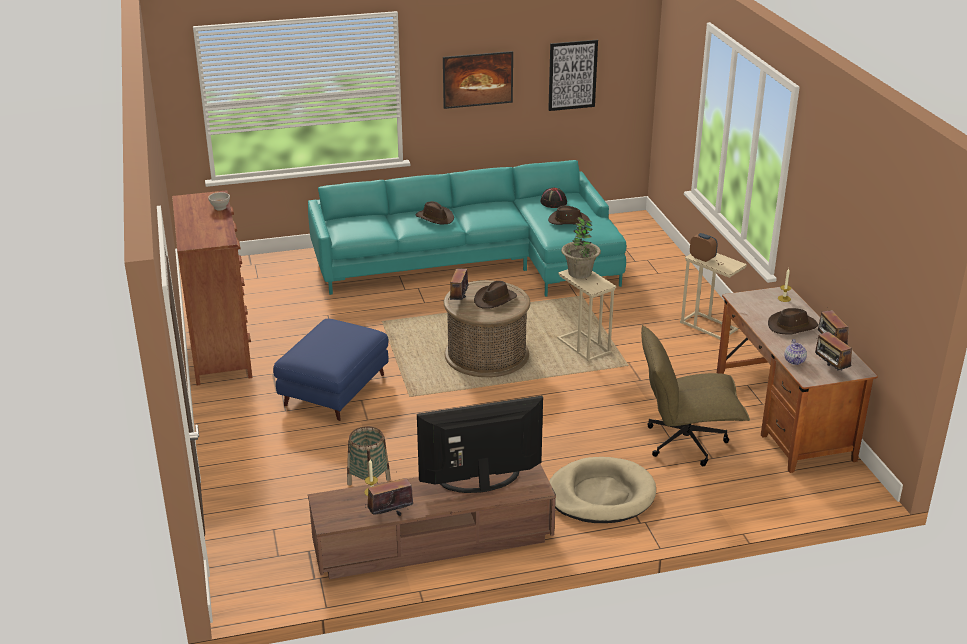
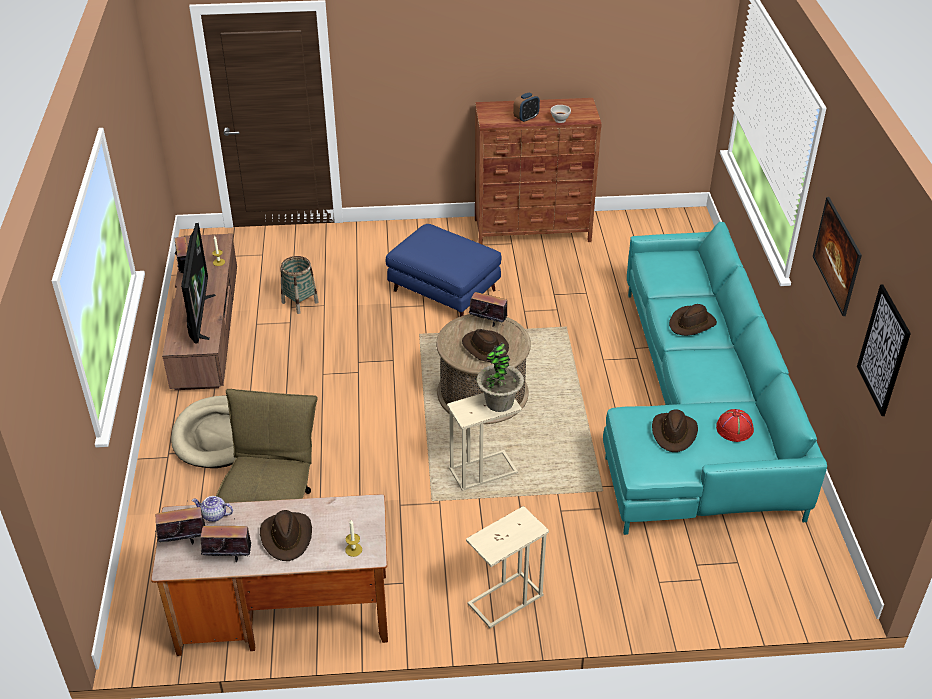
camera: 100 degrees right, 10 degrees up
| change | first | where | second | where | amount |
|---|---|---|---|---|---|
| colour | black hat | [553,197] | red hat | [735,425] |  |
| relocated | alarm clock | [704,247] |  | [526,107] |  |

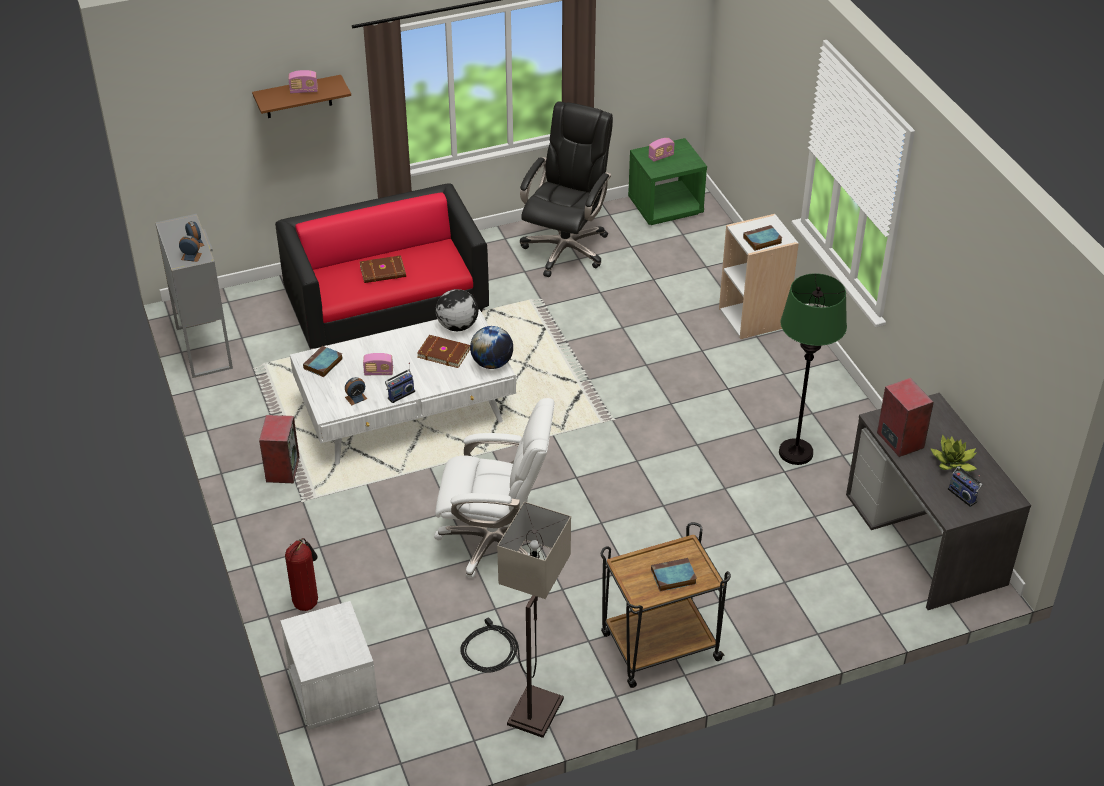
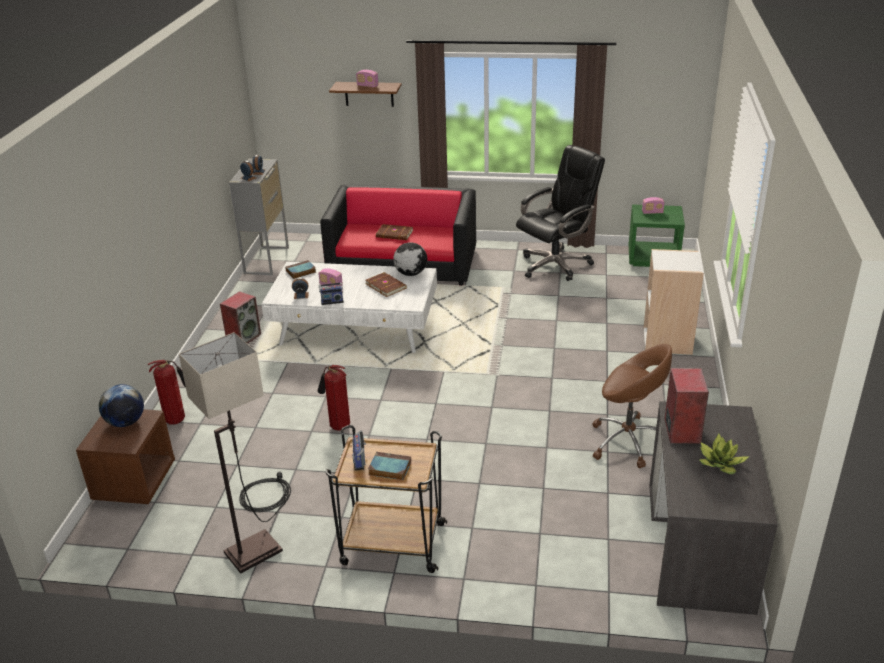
camera: 30 degrees right, 10 degrees down
| change | first | where | second | where | amount |
|---|---|---|---|---|---|
| missing | book | [762,238] |  |  |  |
| exchanged | green floor lamp | [813,369] | brown office chair | [632,406] |  |
| relocated | globe | [491,347] |  | [121,405] |  |
| exchanged | white office chair | [494,488] | fire extinguisher | [334,398] |  |
| relocated | radio | [965,486] |  | [359,450] |  |
| colour | white nightstand | [329,665] | brown nightstand | [125,456] |  |

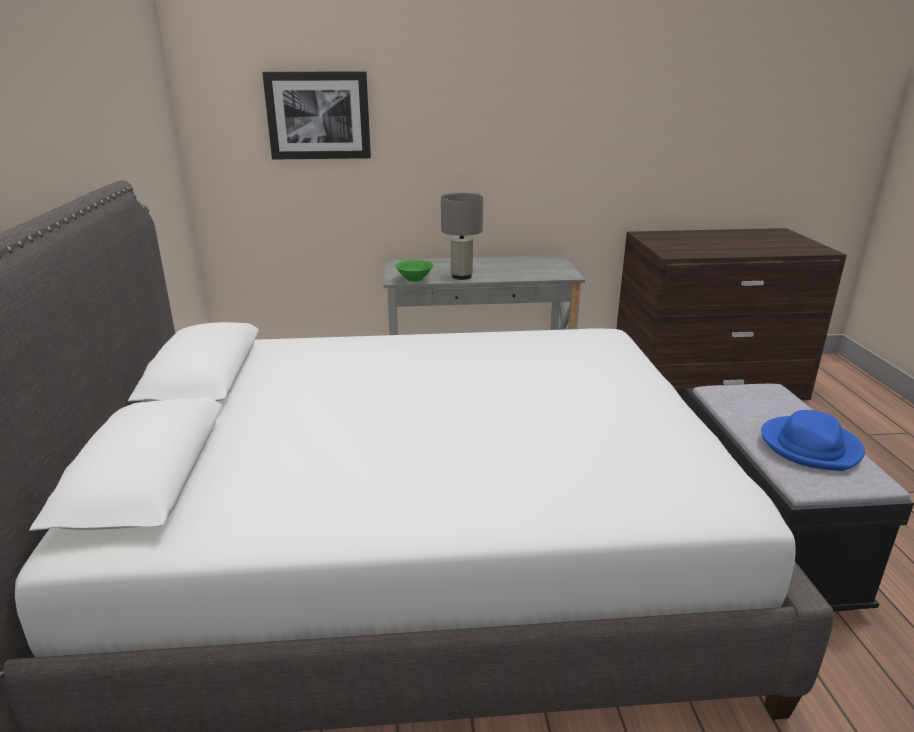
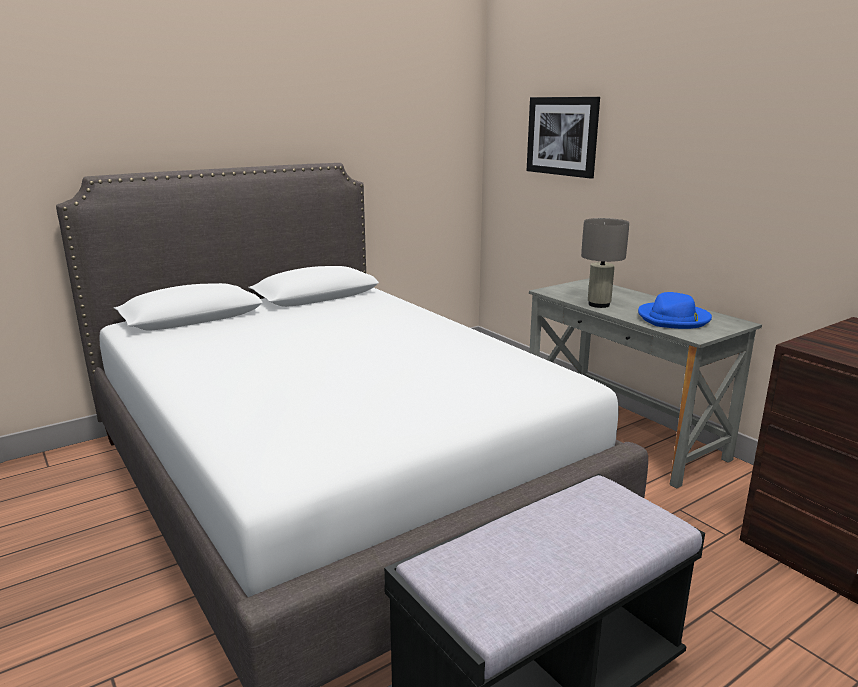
camera: 60 degrees right, 5 degrees down
| change | first | where | second | where | amount |
|---|---|---|---|---|---|
| missing | green bowl | [414,271] |  |  |  |
| relocated | blue hat | [813,440] |  | [675,310] |  |

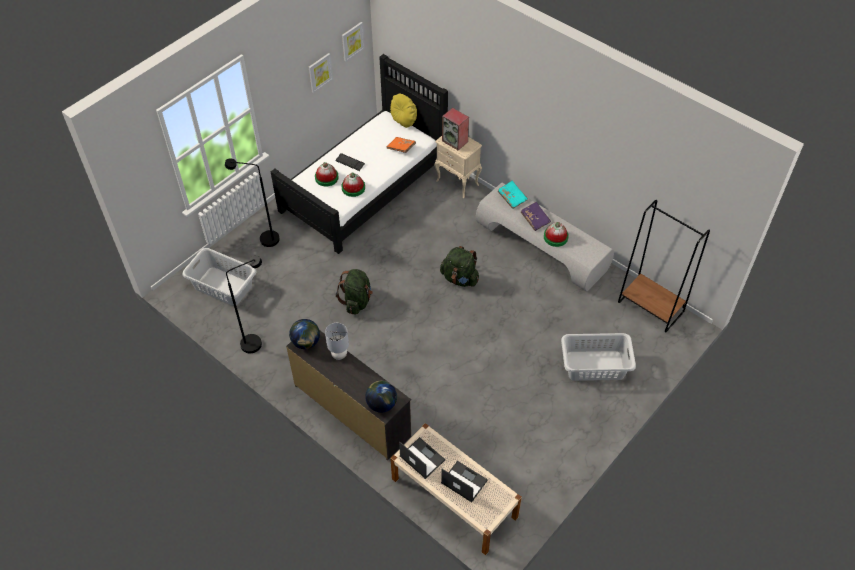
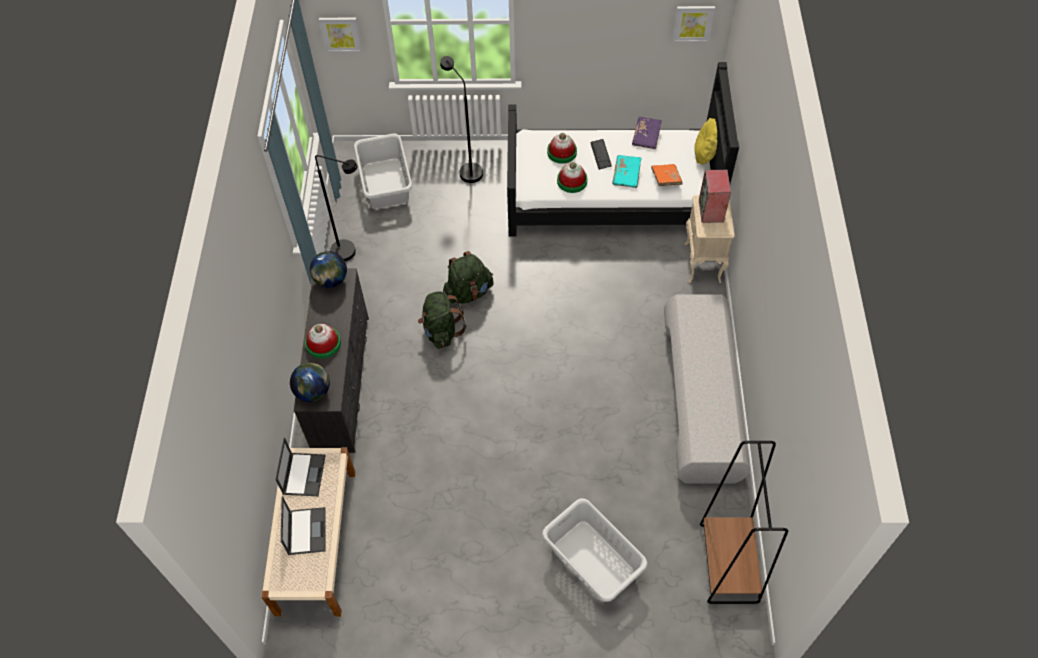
camera: 50 degrees right, 5 degrees up
| change | first | where | second | where | amount |
|---|---|---|---|---|---|
| relocated | picture | [321,73] |  | [340,35] |  |
| relocated | turquoise book | [512,195] |  | [626,171] |  |
| relocated | purple book | [536,216] |  | [647,133] |  |
| relocated | hat | [556,234] |  | [323,341] |  |
| relocated | green backpack | [459,266] |  | [442,320] |  |
| missing | grey table lamp | [337,341] |  |  |  |

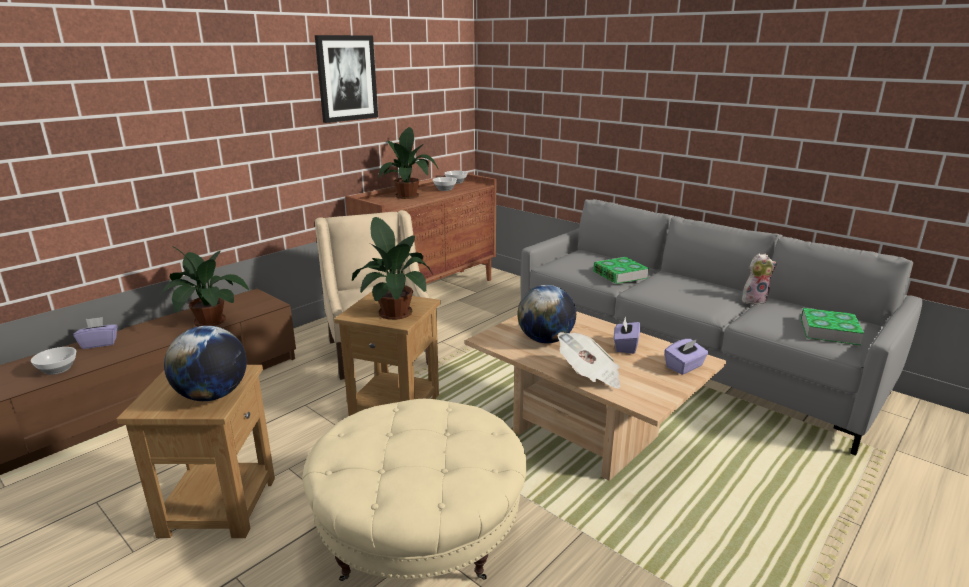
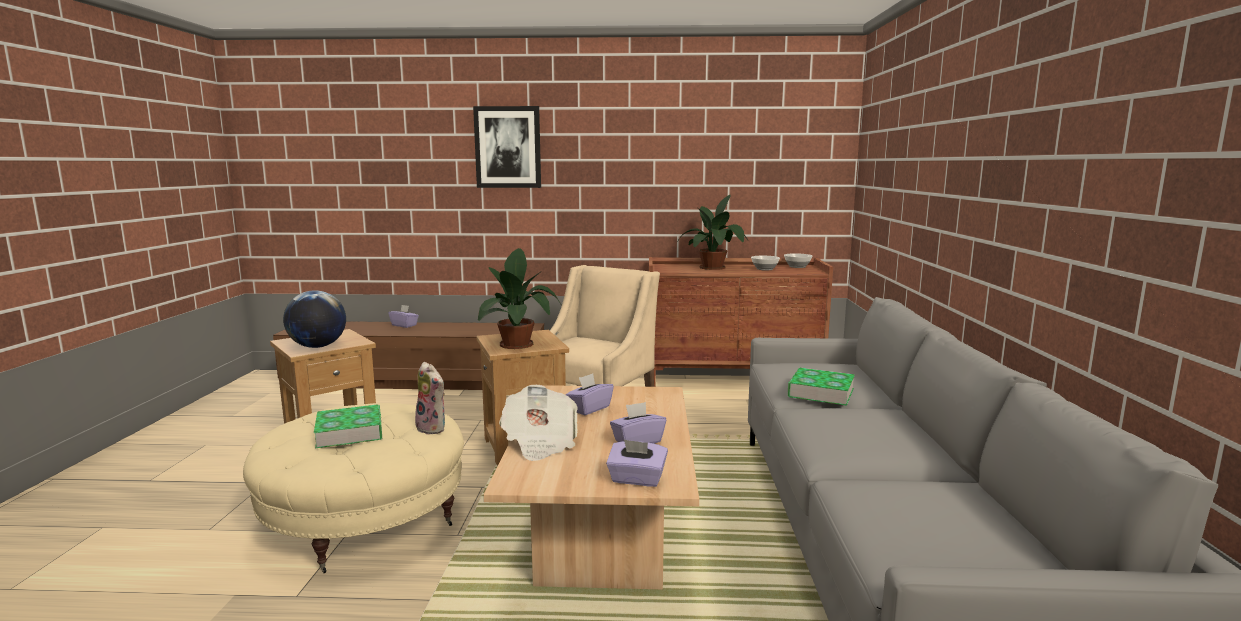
camera: 50 degrees right, 10 degrees down
| change | first | where | second | where | amount |
|---|---|---|---|---|---|
| relocated | picture | [346,79] |  | [507,147] |  |
| missing | potted plant | [203,286] |  |  |  |
| relocated | plush toy | [759,279] |  | [430,398] |  |
| exchanged | globe | [547,314] | purple tissue box | [589,394] |  |
| relocated | book | [832,326] |  | [348,426] |  |
| missing | bowl | [53,361] |  |  |  |

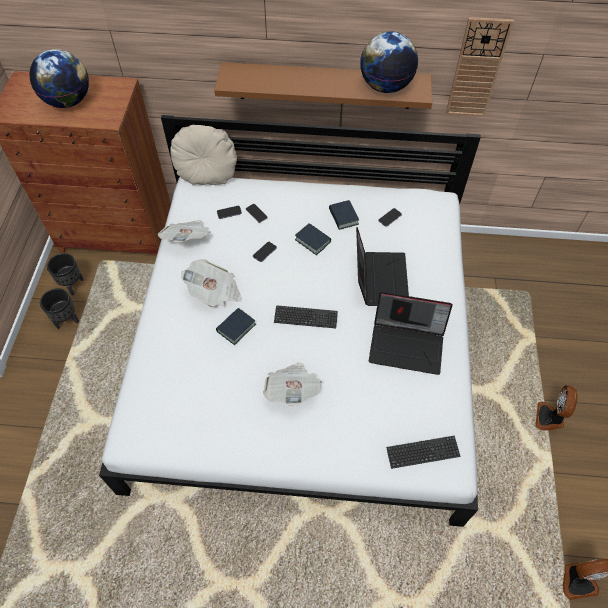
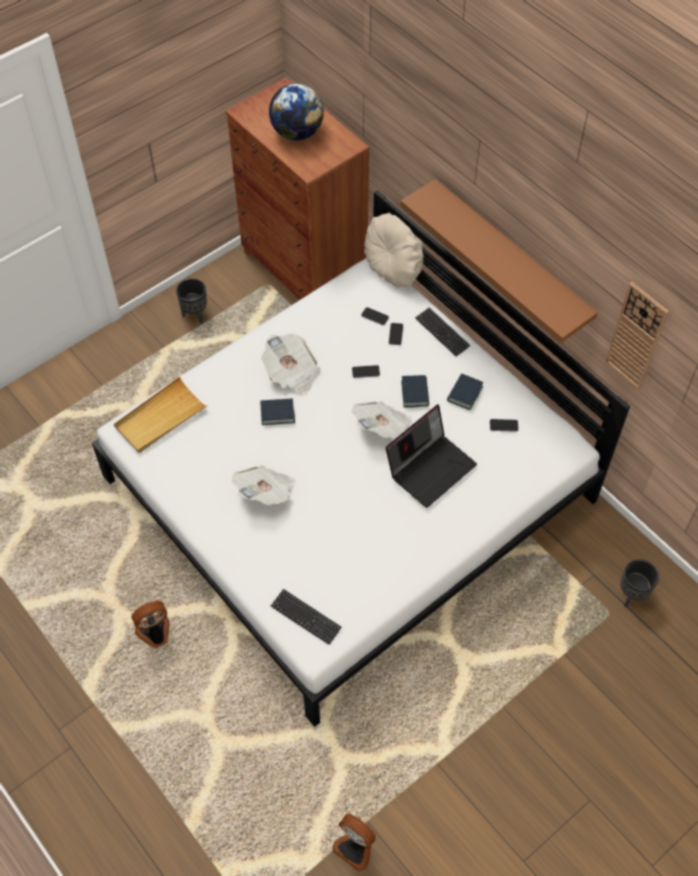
camera: 45 degrees right, 0 degrees up
| change | first | where | second | where | amount |
|---|---|---|---|---|---|
| missing | globe | [389,62] |  |  |  |
| relocated | newspaper | [184,231] |  | [382,419] |  |
| relocated | black planter | [65,274] |  | [639,583] |  |
| missing | laptop | [411,333] |  |  |  |
| relocated | keyboard | [306,316] |  | [442,332] |  |
| relocated | fan | [556,408] |  | [150,625] |  |
| appeared |  |  | beige tray | [161,415] |  |

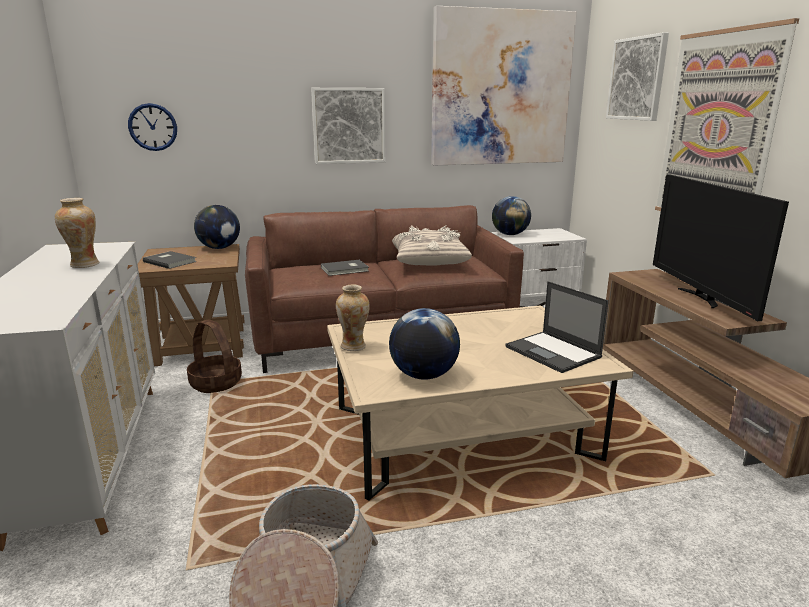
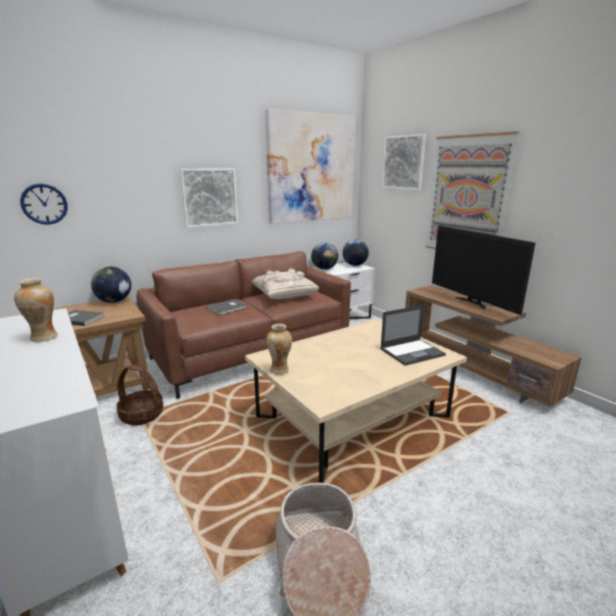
camera: 20 degrees left, 0 degrees up
| change | first | where | second | where | amount |
|---|---|---|---|---|---|
| spun | laptop | [557,327] |  | [413,335] | 60 degrees counterclockwise |
| relocated | globe | [424,344] |  | [356,253] |  |

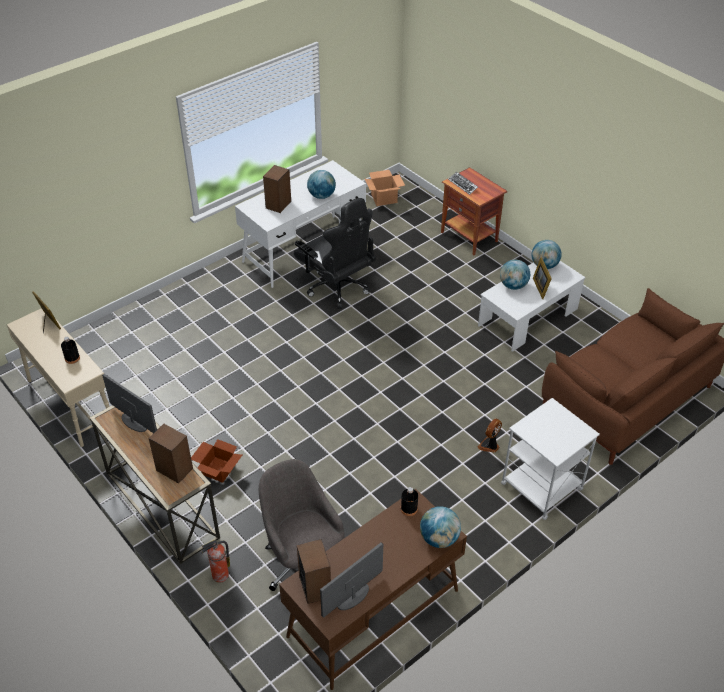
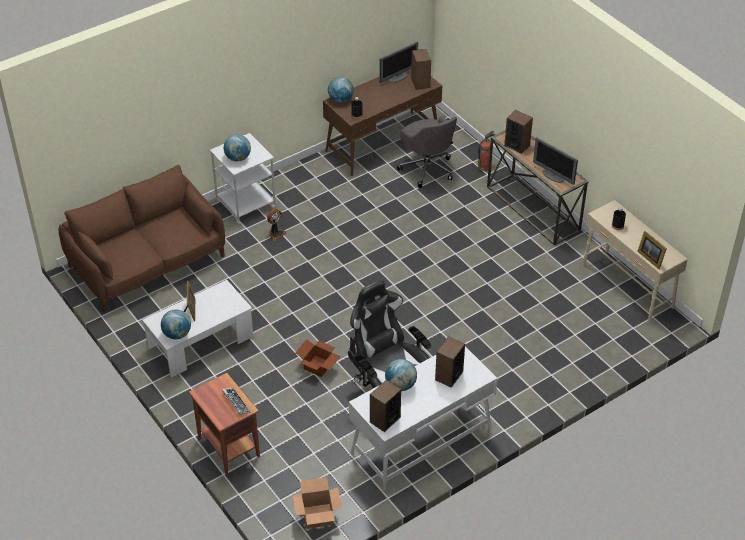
camera: 175 degrees left, 0 degrees up
| change | first | where | second | where | amount |
|---|---|---|---|---|---|
| relocated | globe | [515,275] |  | [237,148] |  |
| relocated | cardboard box | [216,461] |  | [318,358] |  |
| appeared |  |  | speaker | [385,406] |  |

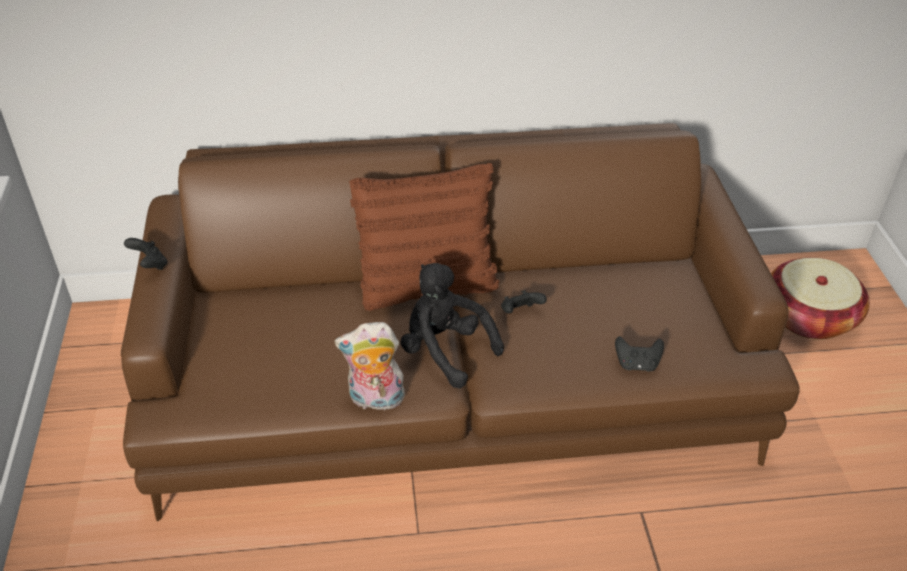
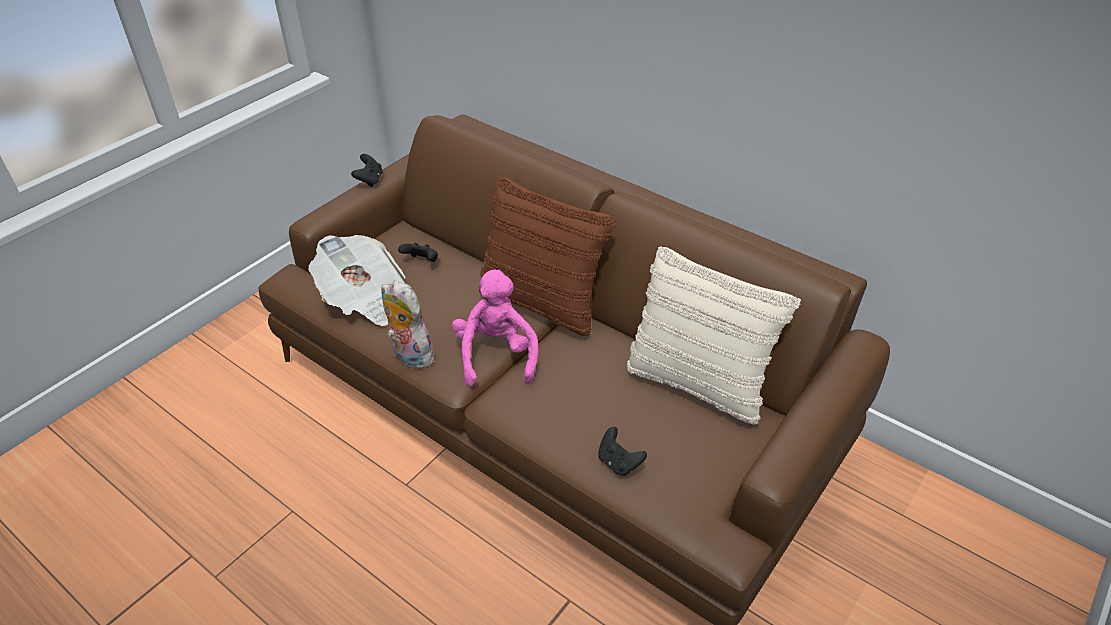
camera: 45 degrees right, 0 degrees up
| change | first | where | second | where | amount |
|---|---|---|---|---|---|
| missing | basket | [820,299] |  |  |  |
| colour | black plush toy | [452,325] | pink plush toy | [495,327] |  |
| relocated | black game controller | [524,302] |  | [418,252] |  |
| appeared |  |  | newspaper | [359,280] |  |
| appeared |  |  | beige pillow | [714,336] |  |

